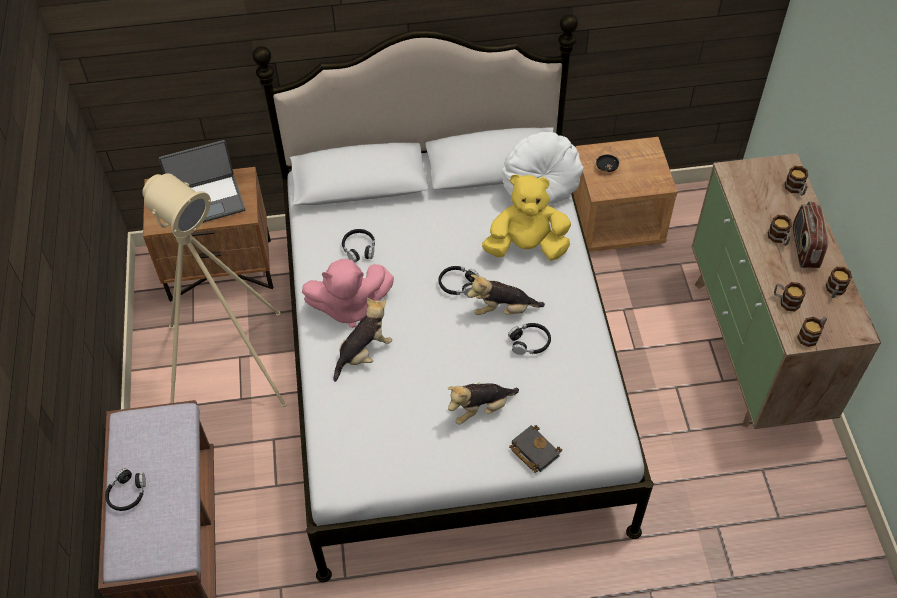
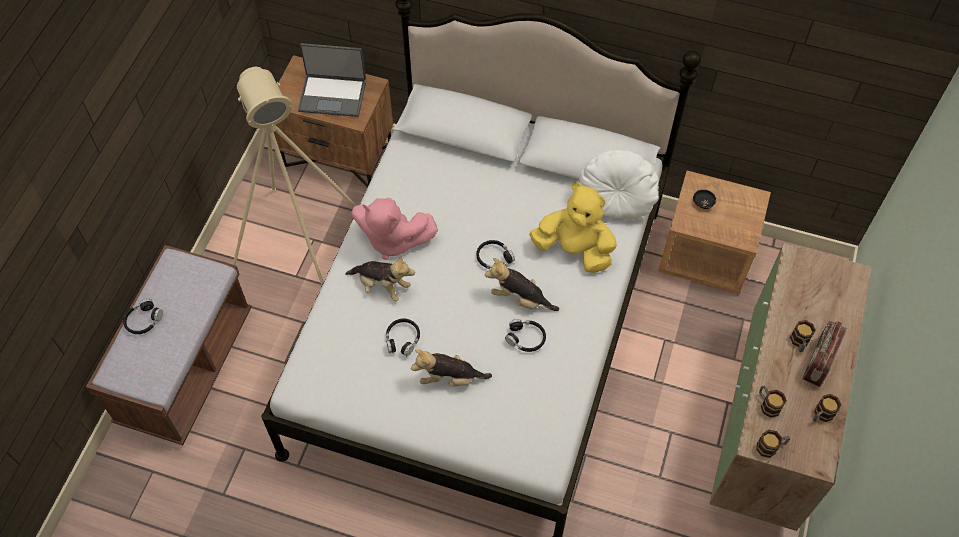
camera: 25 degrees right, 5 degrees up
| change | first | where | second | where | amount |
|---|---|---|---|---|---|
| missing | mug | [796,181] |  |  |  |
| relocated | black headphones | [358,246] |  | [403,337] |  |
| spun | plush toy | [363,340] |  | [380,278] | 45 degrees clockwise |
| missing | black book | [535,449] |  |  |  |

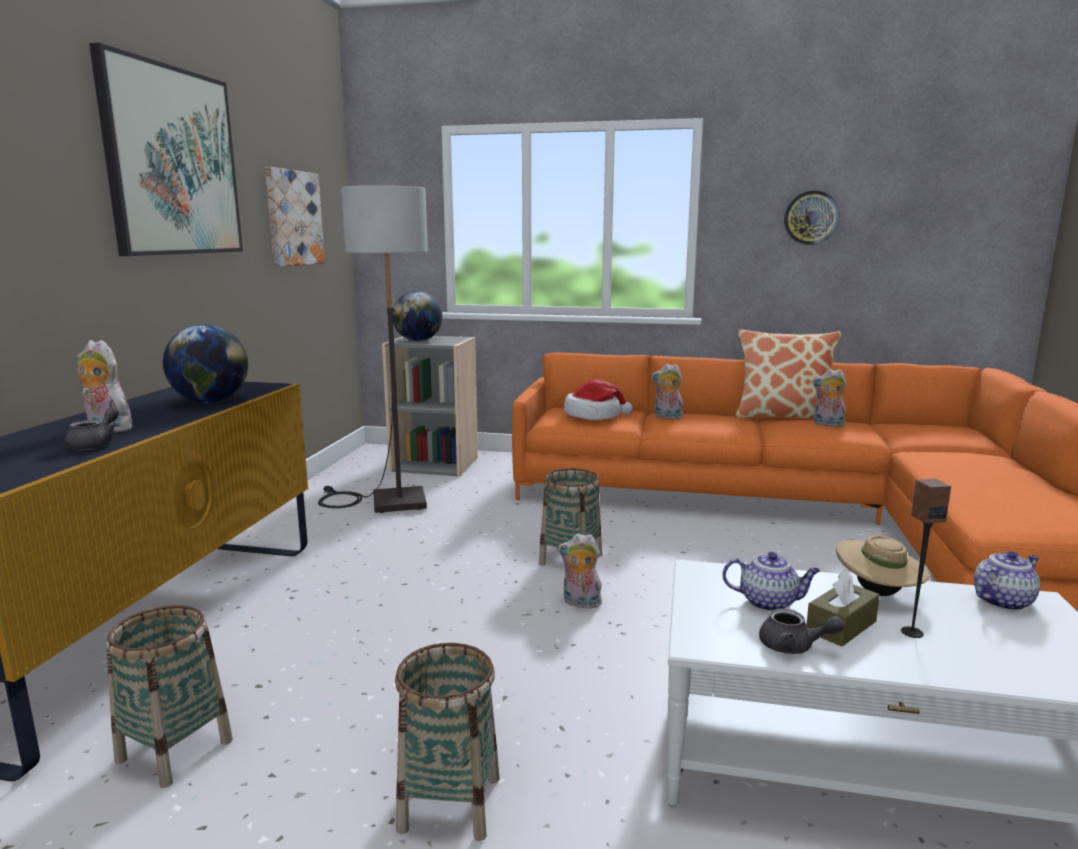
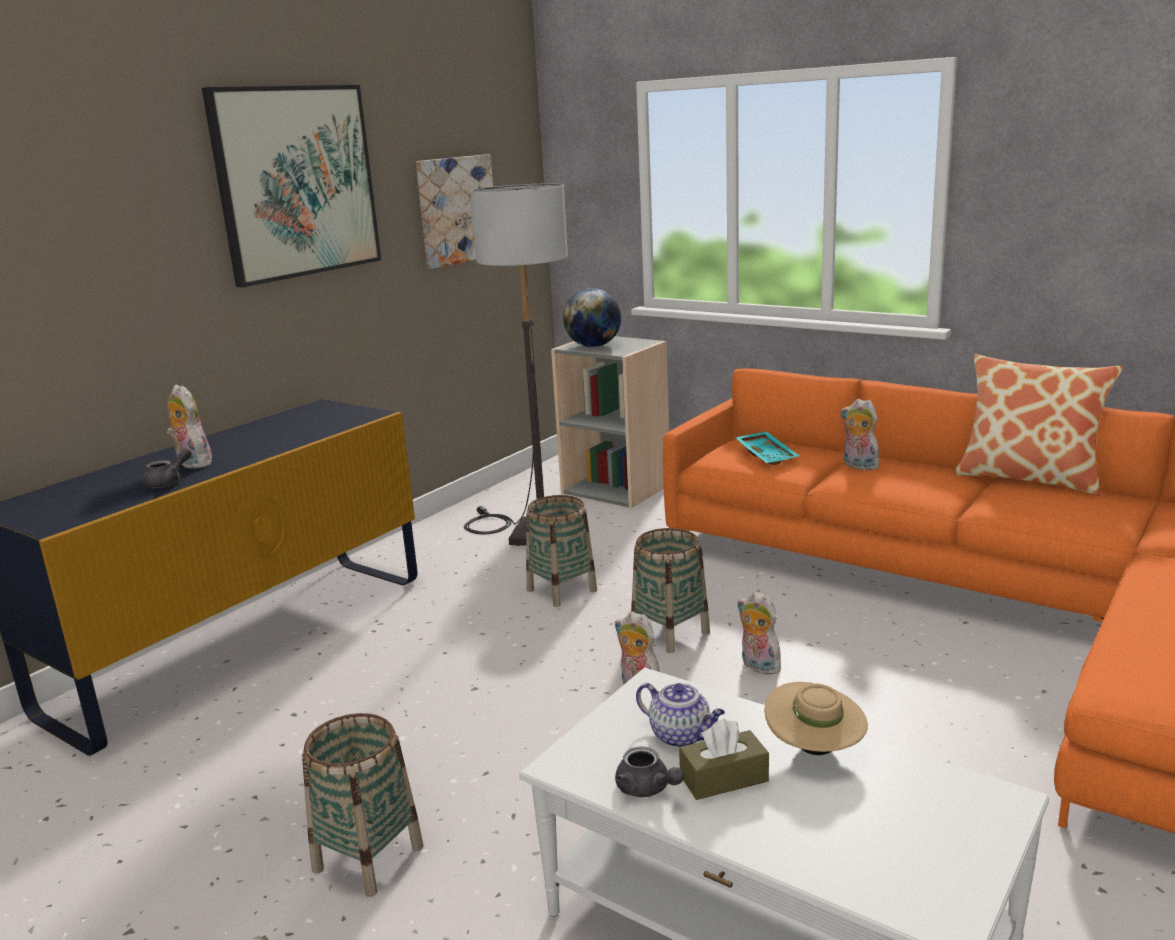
camera: 25 degrees right, 5 degrees up
| change | first | where | second | where | amount |
|---|---|---|---|---|---|
| missing | wall clock | [812,217] |  |  |  |
| missing | globe | [205,364] |  |  |  |
| relocated | plush toy | [829,398] |  | [760,633] |  |
| exchanged | hat | [598,399] | turquoise tray | [767,448] |  |
| missing | speaker | [926,558] |  |  |  |
| missing | teapot | [1007,581] |  |  |  |
| relocated | basket | [169,696] |  | [561,551] |  |

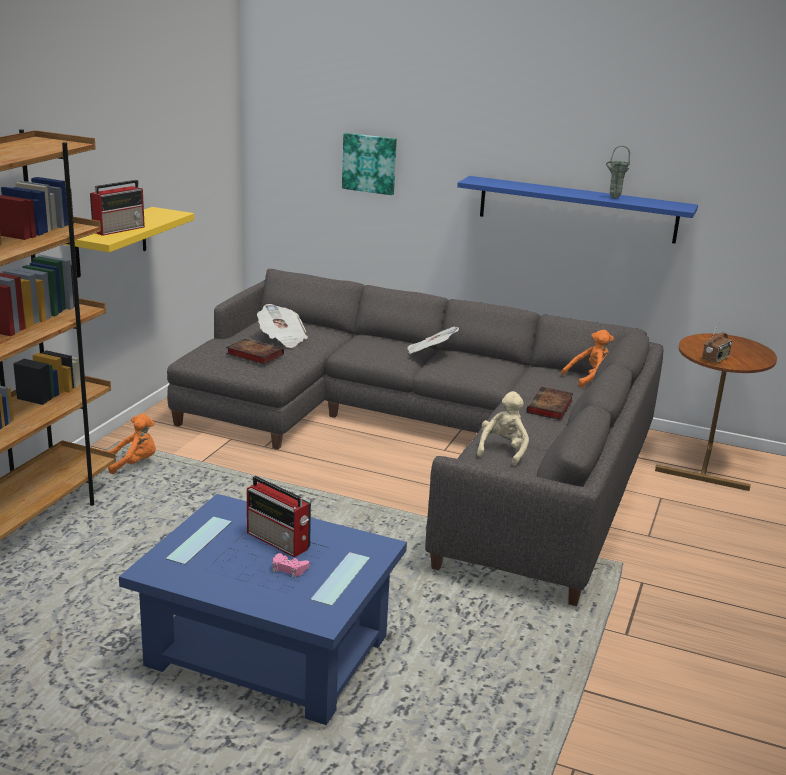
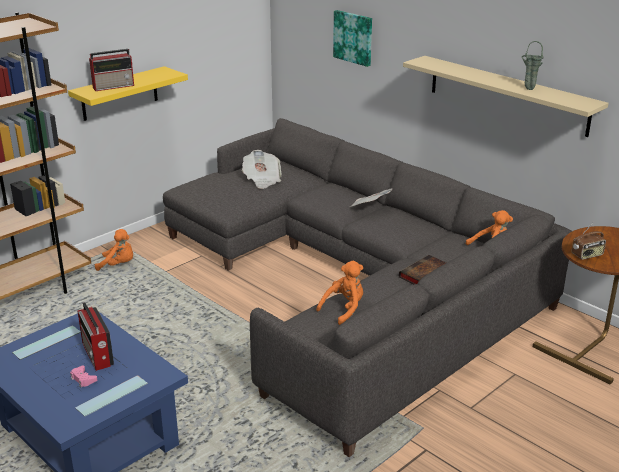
camera: 25 degrees right, 5 degrees up
| change | first | where | second | where | amount |
|---|---|---|---|---|---|
| colour | blue shelf | [577,210] | beige shelf | [506,96] |  |
| missing | book | [255,351] |  |  |  |
| colour | beige plush toy | [503,428] | orange plush toy | [339,293] |  |

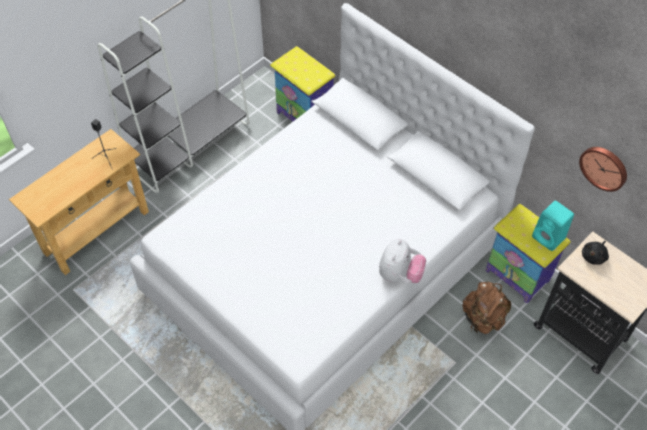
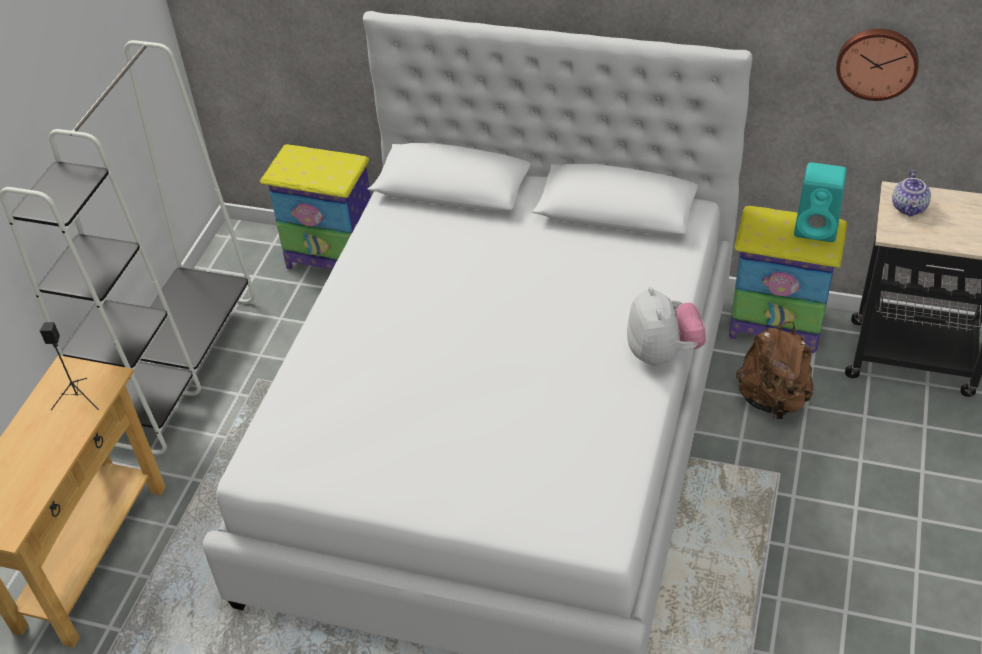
camera: 25 degrees left, 10 degrees down
| change | first | where | second | where | amount |
|---|---|---|---|---|---|
| exchanged | black plush toy | [595,253] | teapot | [911,193] |  |

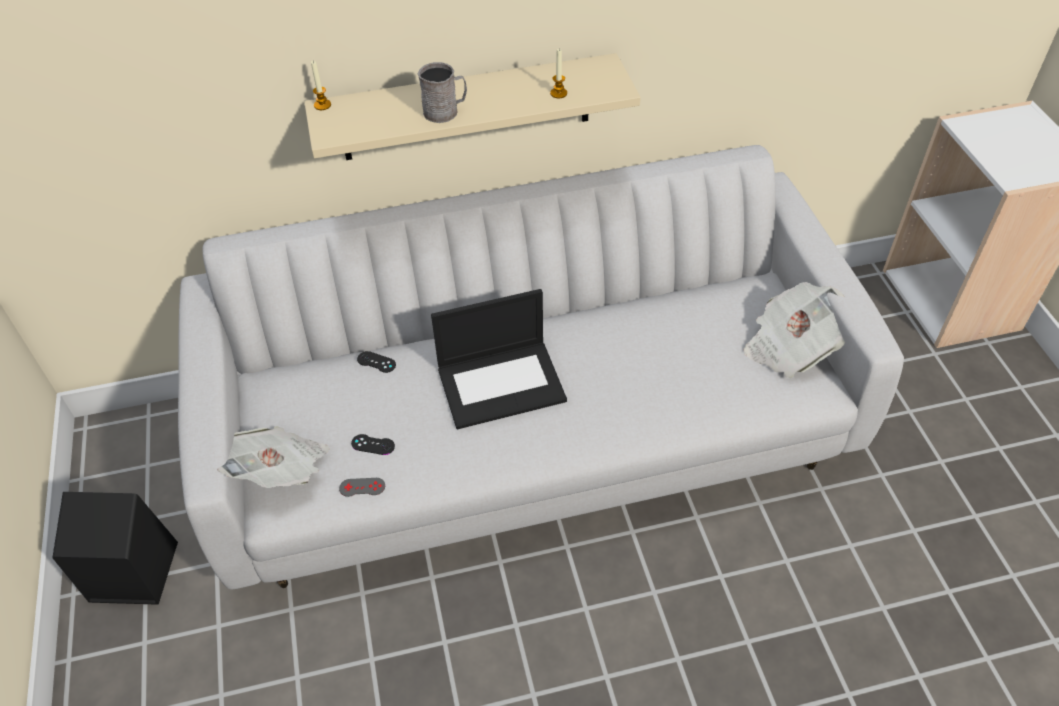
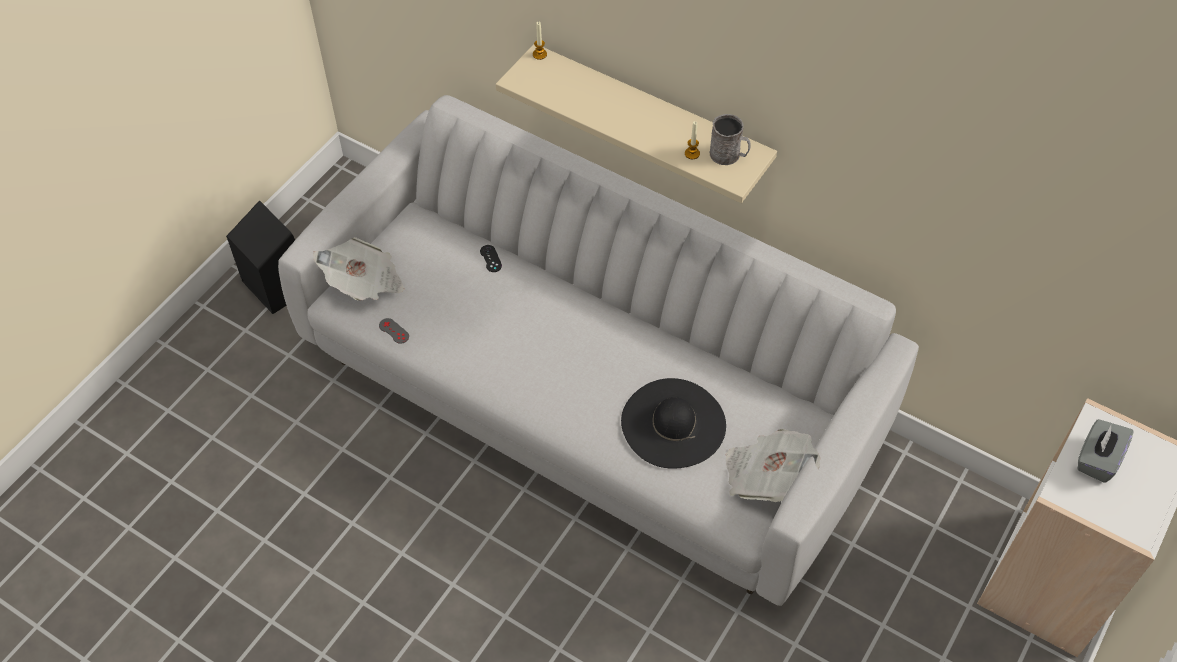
camera: 45 degrees right, 5 degrees up
| change | first | where | second | where | amount |
|---|---|---|---|---|---|
| relocated | grey mug | [442,92] |  | [730,139] |  |
| missing | laptop | [499,359] |  |  |  |
| missing | black game controller | [373,444] |  |  |  |
| appeared |  |  | black hat | [673,423] |  |
| appeared |  |  | grey tissue box | [1105,450] |  |

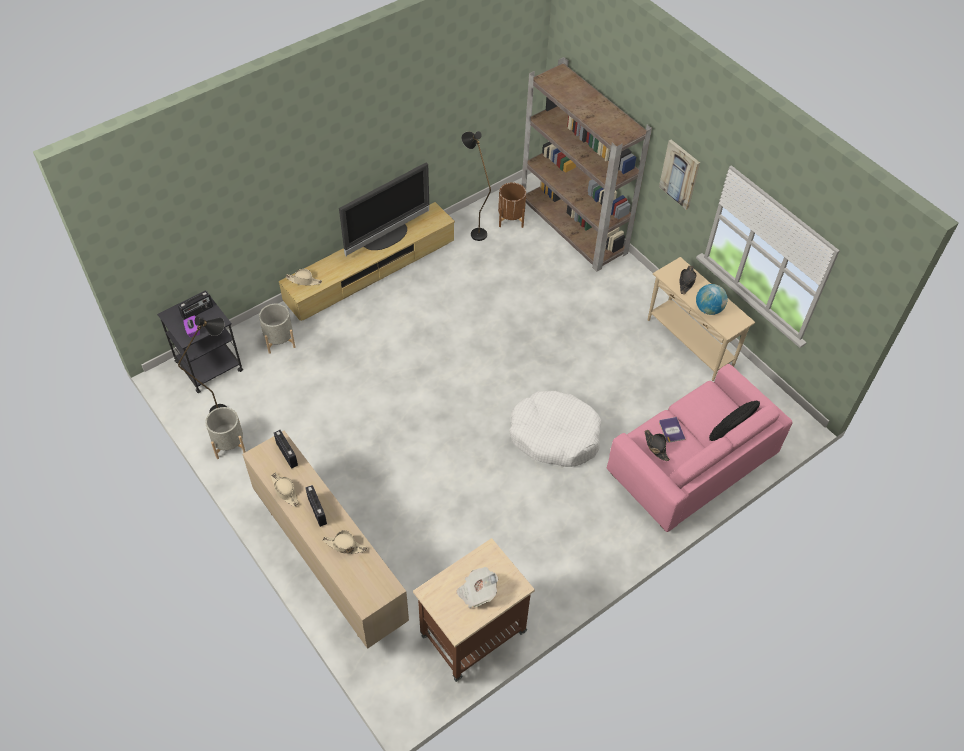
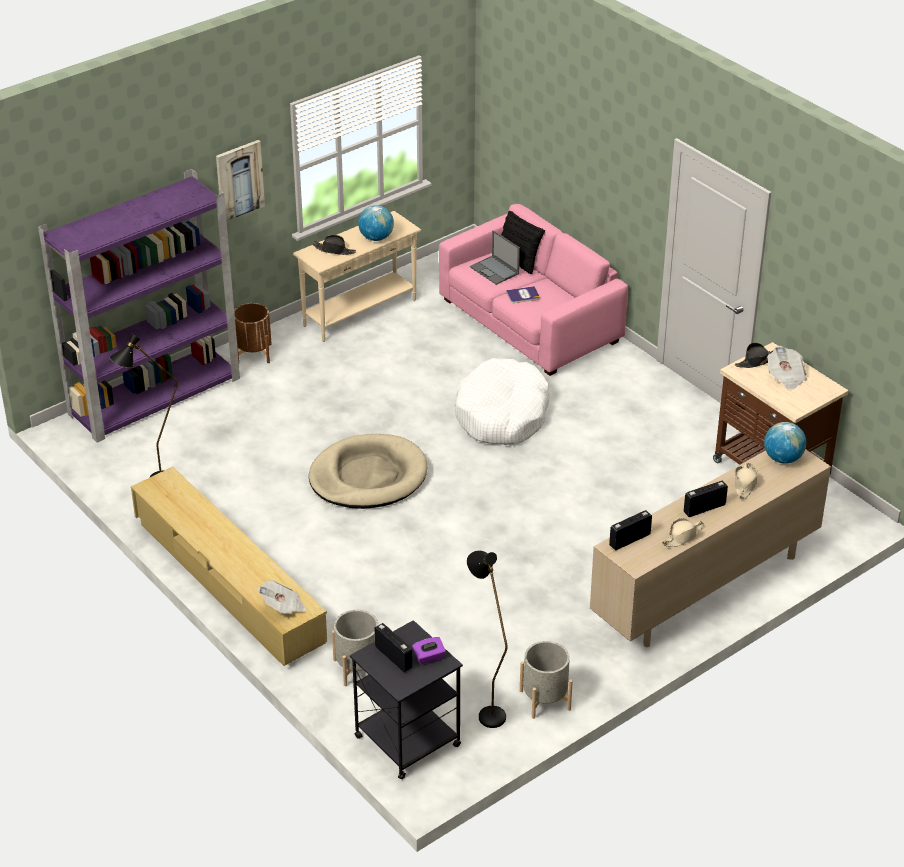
camera: 90 degrees left, 15 degrees down
| change | first | where | second | where | amount |
|---|---|---|---|---|---|
| colour | brown bookcase | [587,164] | purple bookcase | [139,306] |  |
| missing | television | [384,209] |  |  |  |
| relocated | brown planter | [512,205] |  | [253,333] |  |
| exchanged | beige hat | [304,277] | newspaper | [282,597] |  |
| relocated | black hat | [657,445] |  | [754,355] |  |
| appeared |  |  | laptop | [495,257] |  |
| appeared |  |  | globe | [785,443] |  |
| appeared |  |  | beige dog bed | [368,471] |  |

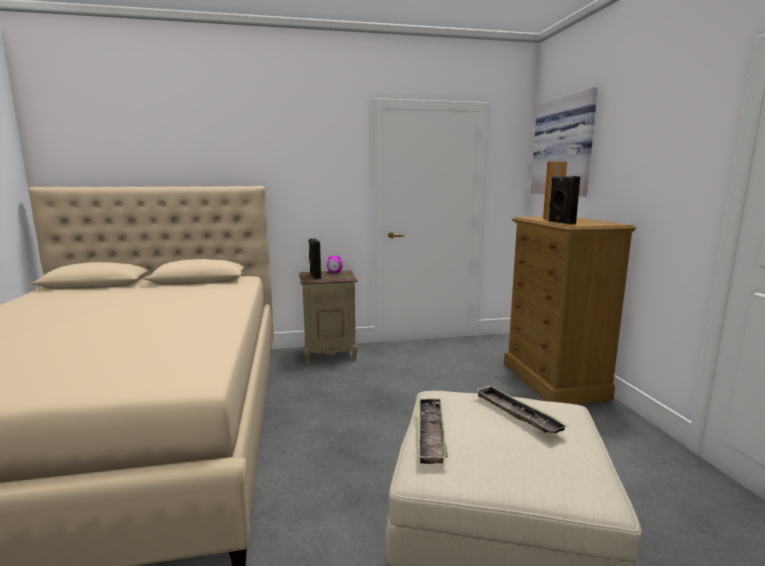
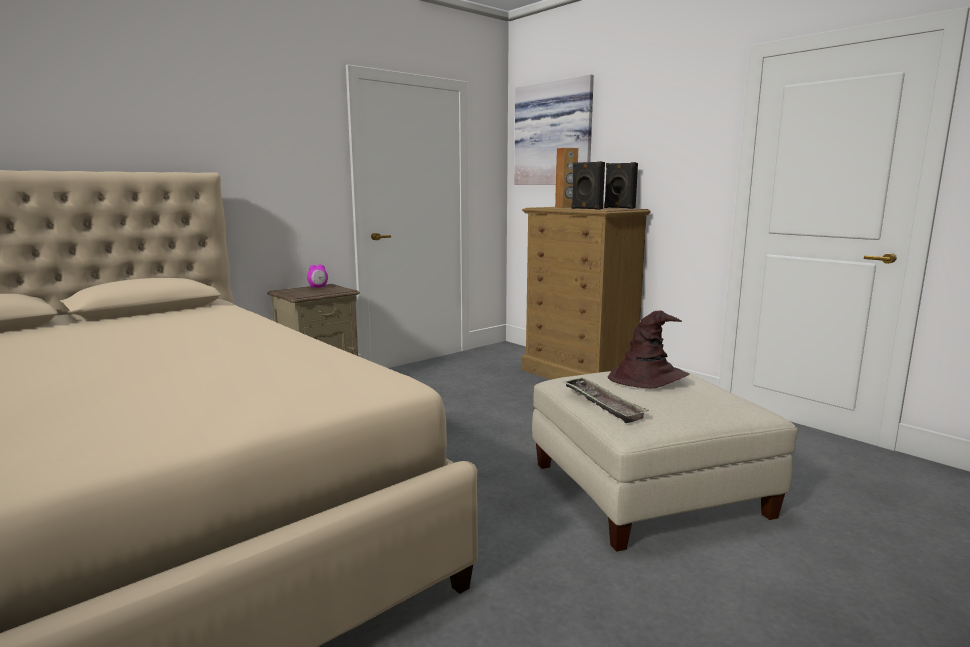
camera: 30 degrees left, 0 degrees up
| change | first | where | second | where | amount |
|---|---|---|---|---|---|
| relocated | black speaker | [315,258] |  | [621,185] |  |
| exchanged | tray | [522,409] | brown hat | [649,349] |  |

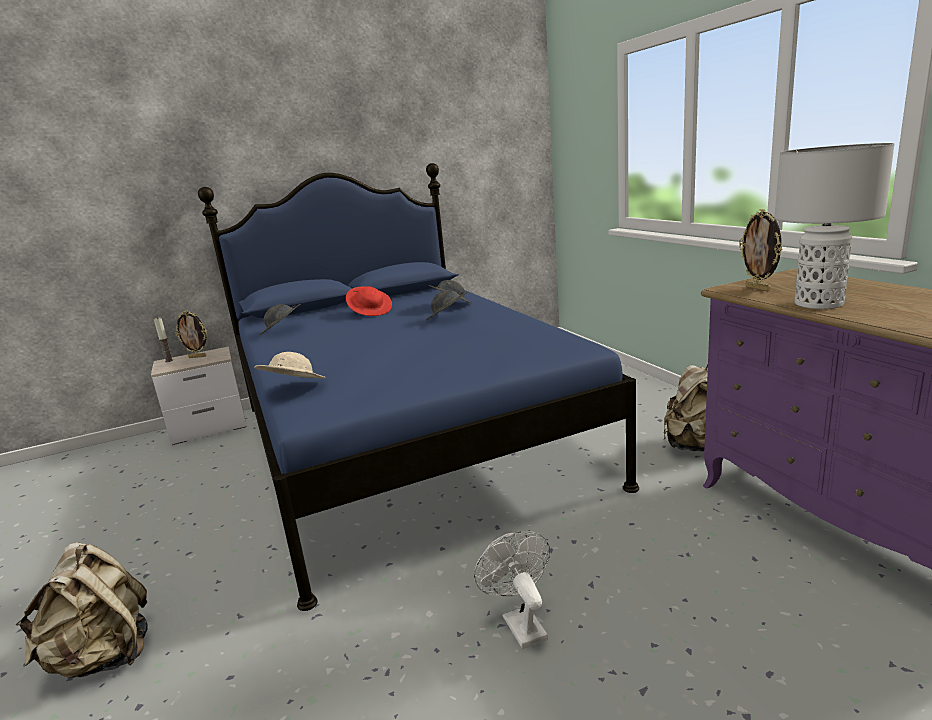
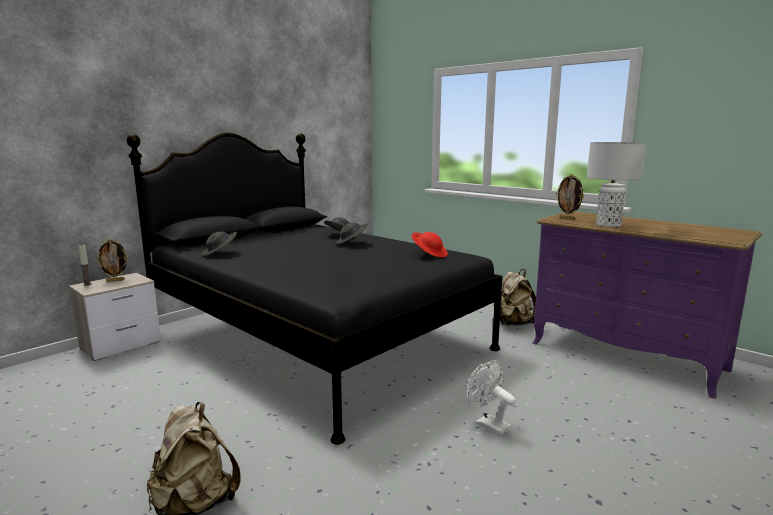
camera: 25 degrees left, 5 degrees down
| change | first | where | second | where | amount |
|---|---|---|---|---|---|
| colour | blue bed | [418,387] | black bed | [314,289] |  |
| relocated | red hat | [369,301] |  | [430,244] |  |
| missing | beige hat | [289,365] |  |  |  |

